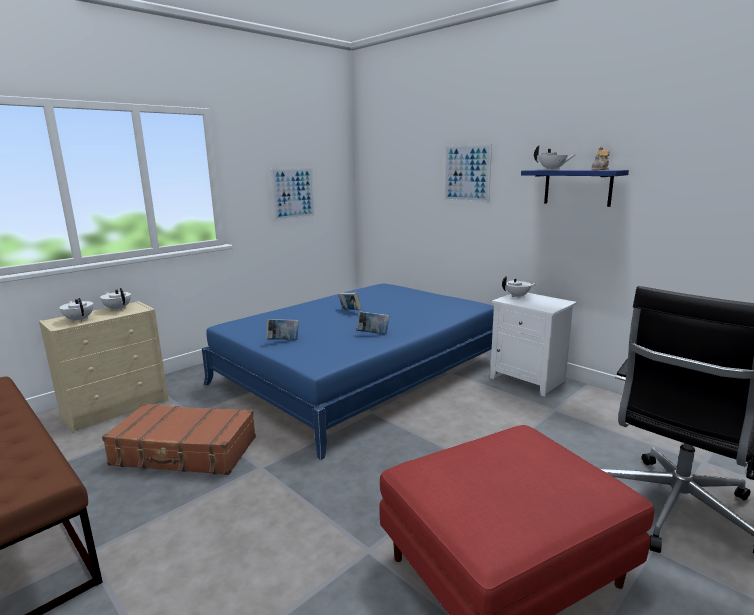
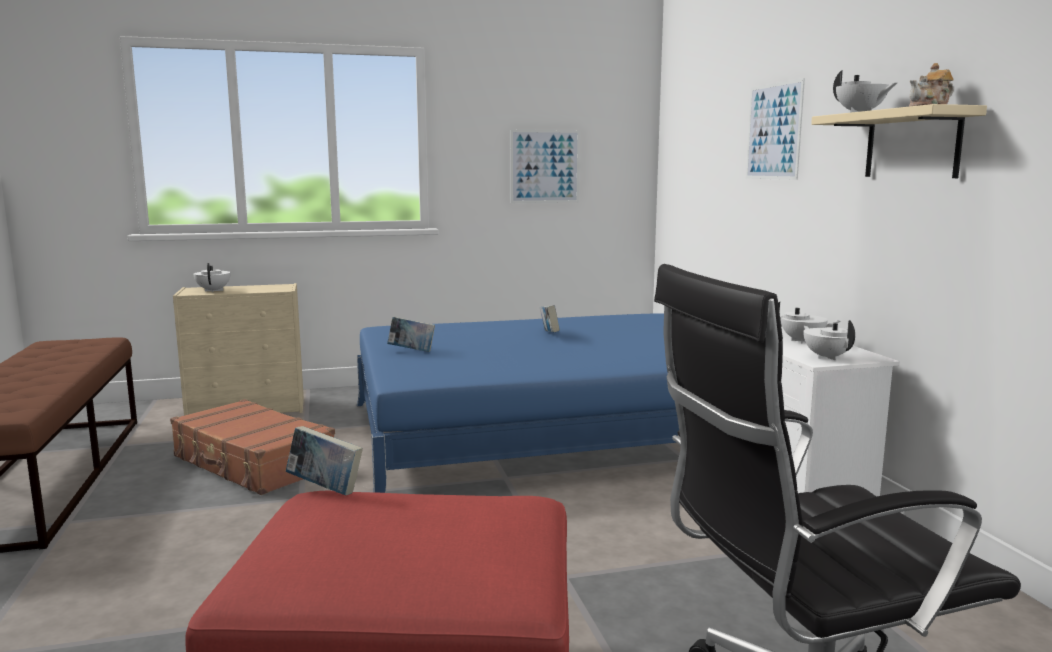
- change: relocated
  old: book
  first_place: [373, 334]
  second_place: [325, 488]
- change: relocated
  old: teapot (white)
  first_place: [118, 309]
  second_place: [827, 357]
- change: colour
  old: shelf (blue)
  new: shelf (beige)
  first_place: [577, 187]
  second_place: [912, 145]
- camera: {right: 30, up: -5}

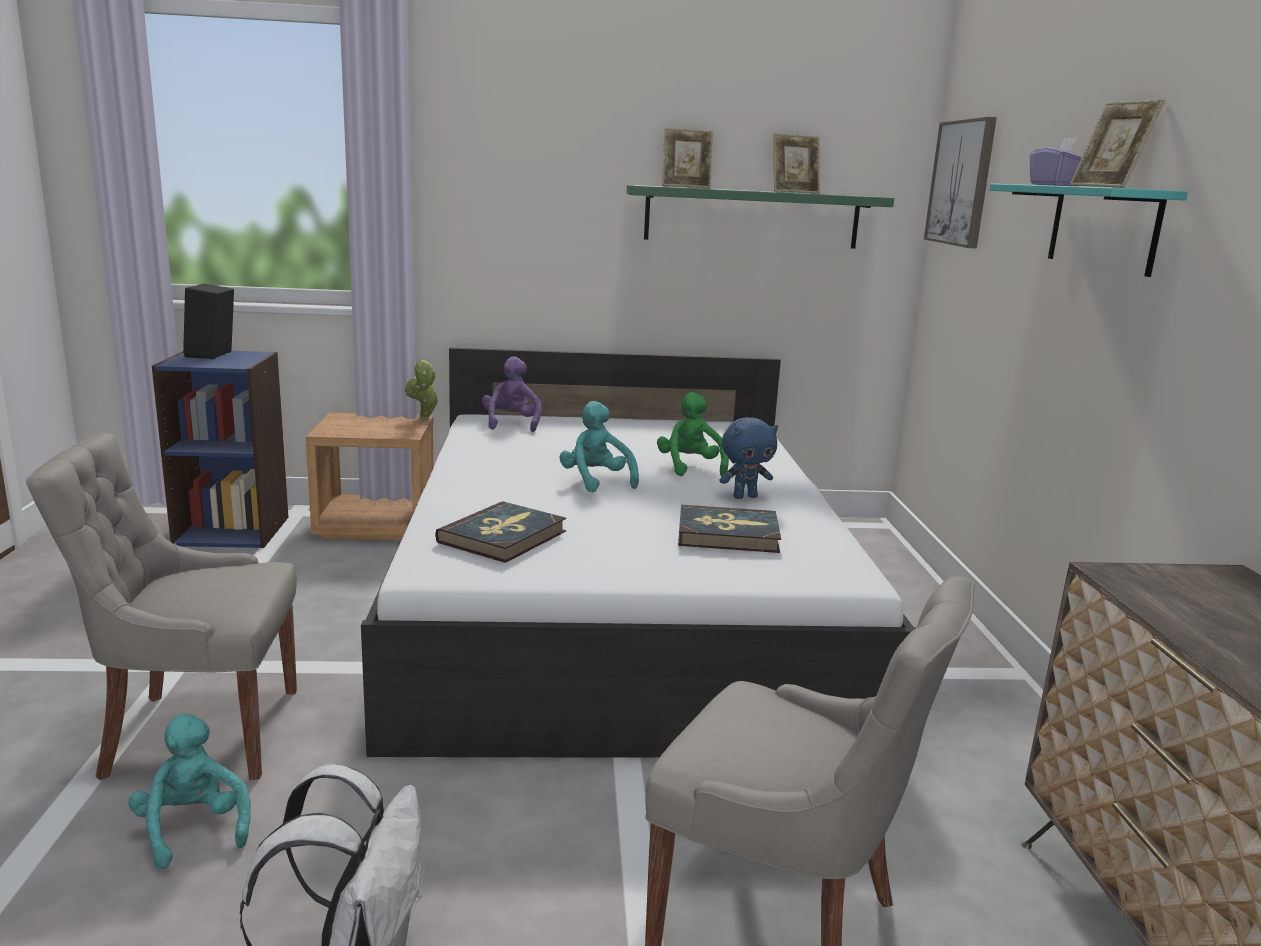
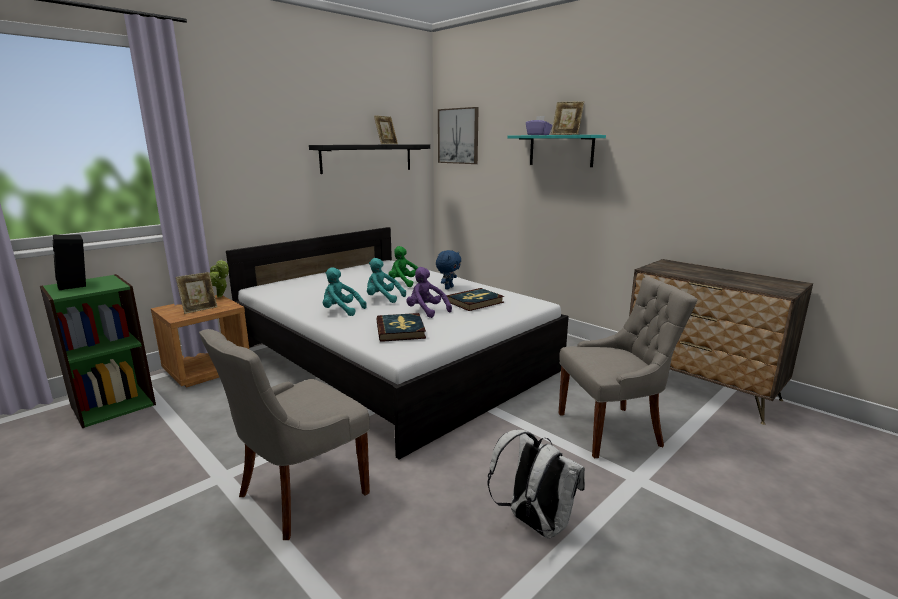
- change: colour
  old: bookcase (blue)
  new: bookcase (green)
  first_place: [233, 530]
  second_place: [113, 404]
- change: relocated
  old: picture frame
  first_place: [685, 187]
  second_place: [199, 309]
- change: colour
  old: shelf (green)
  new: shelf (black)
  first_place: [752, 217]
  second_place: [367, 158]
- change: relocated
  old: plush toy (turquoise)
  first_place: [193, 829]
  second_place: [341, 311]
- change: relocated
  old: plush toy (purple)
  first_place: [511, 424]
  second_place: [426, 311]
- camera: {right: -40, up: 0}

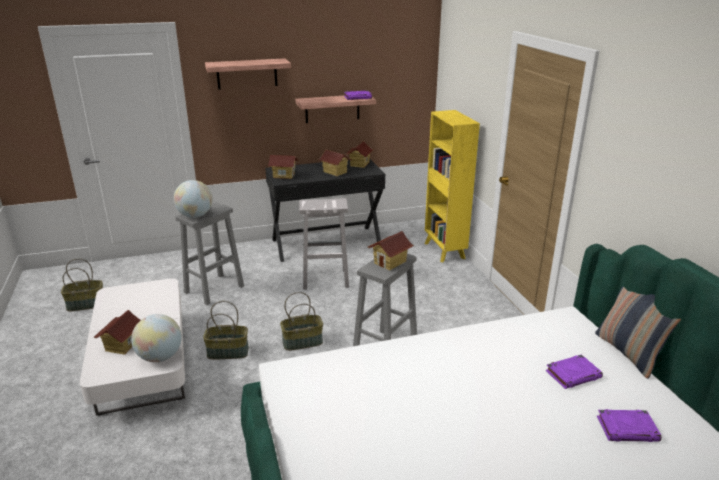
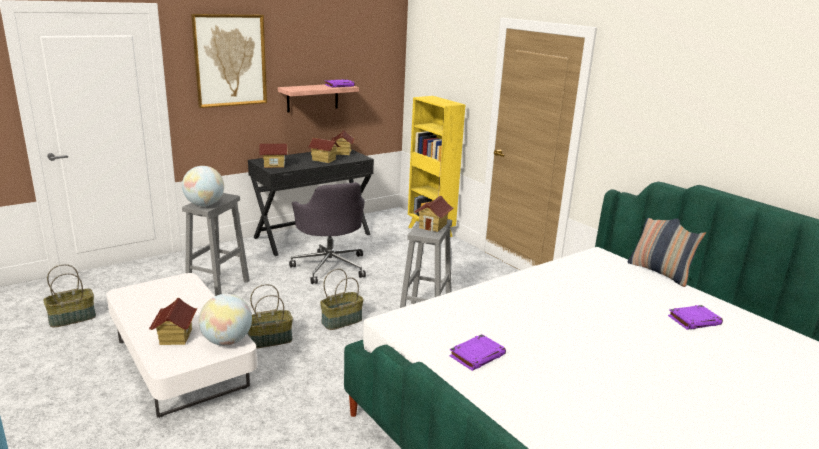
- change: exchanged
  old: shelf
  new: picture
  first_place: [247, 74]
  second_place: [230, 60]
- change: exchanged
  old: stool (white)
  new: office chair (grey)
  first_place: [324, 279]
  second_place: [330, 266]
- change: relocated
  old: book (purple)
  first_place: [573, 374]
  second_place: [477, 355]
- camera: {right: -20, up: -5}

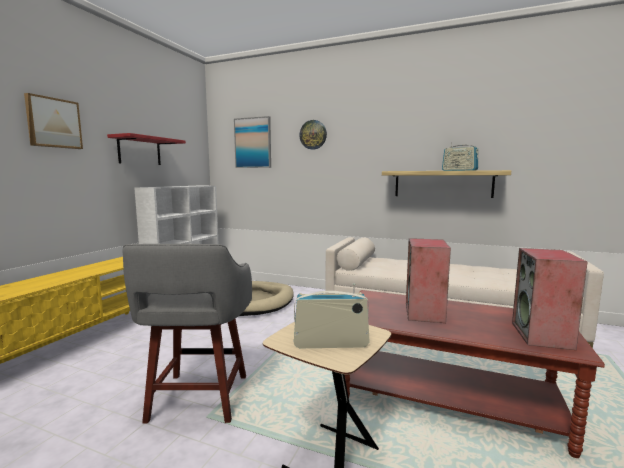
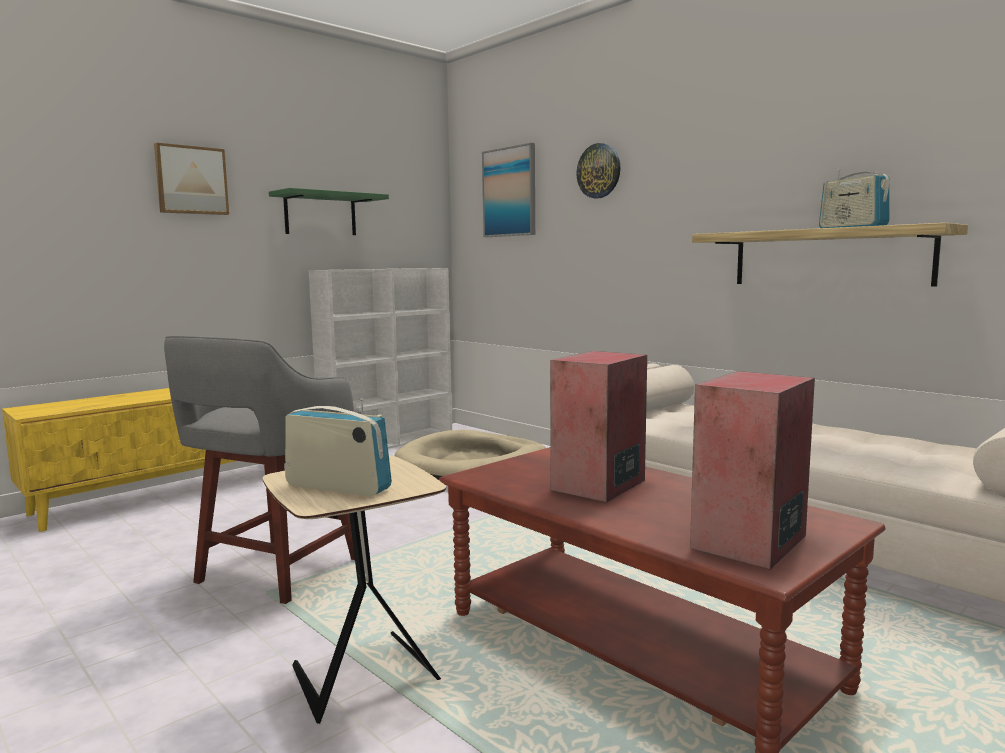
- change: colour
  old: shelf (red)
  new: shelf (green)
  first_place: [139, 151]
  second_place: [320, 214]
- camera: {right: 25, up: 0}

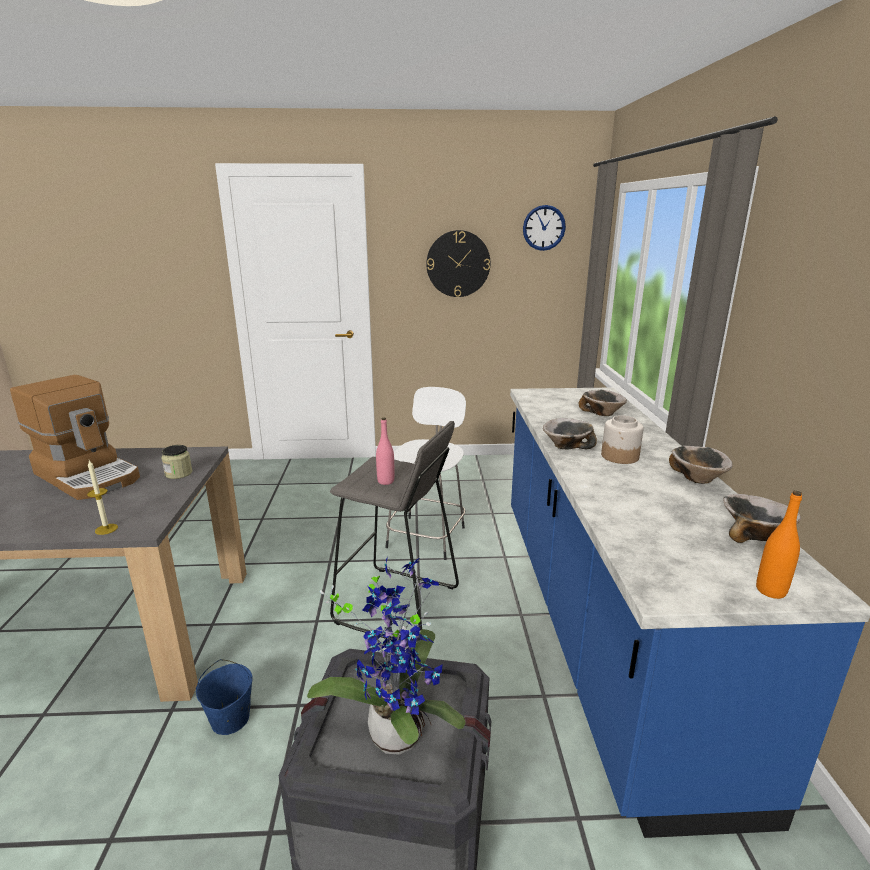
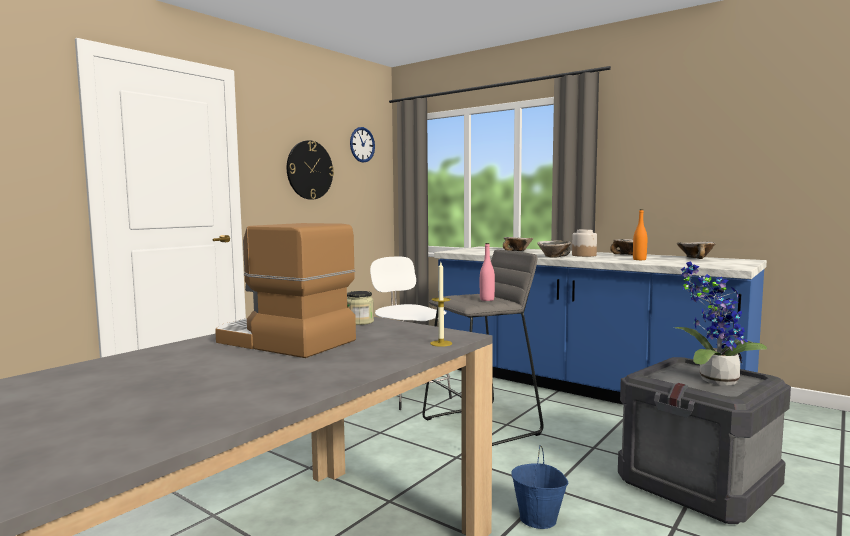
- change: spun
  old: coffee machine
  first_place: [89, 476]
  second_place: [282, 341]
  degrees: -135
- change: relocated
  old: bottle (orange)
  first_place: [770, 591]
  second_place: [639, 259]
- camera: {right: -50, up: -15}

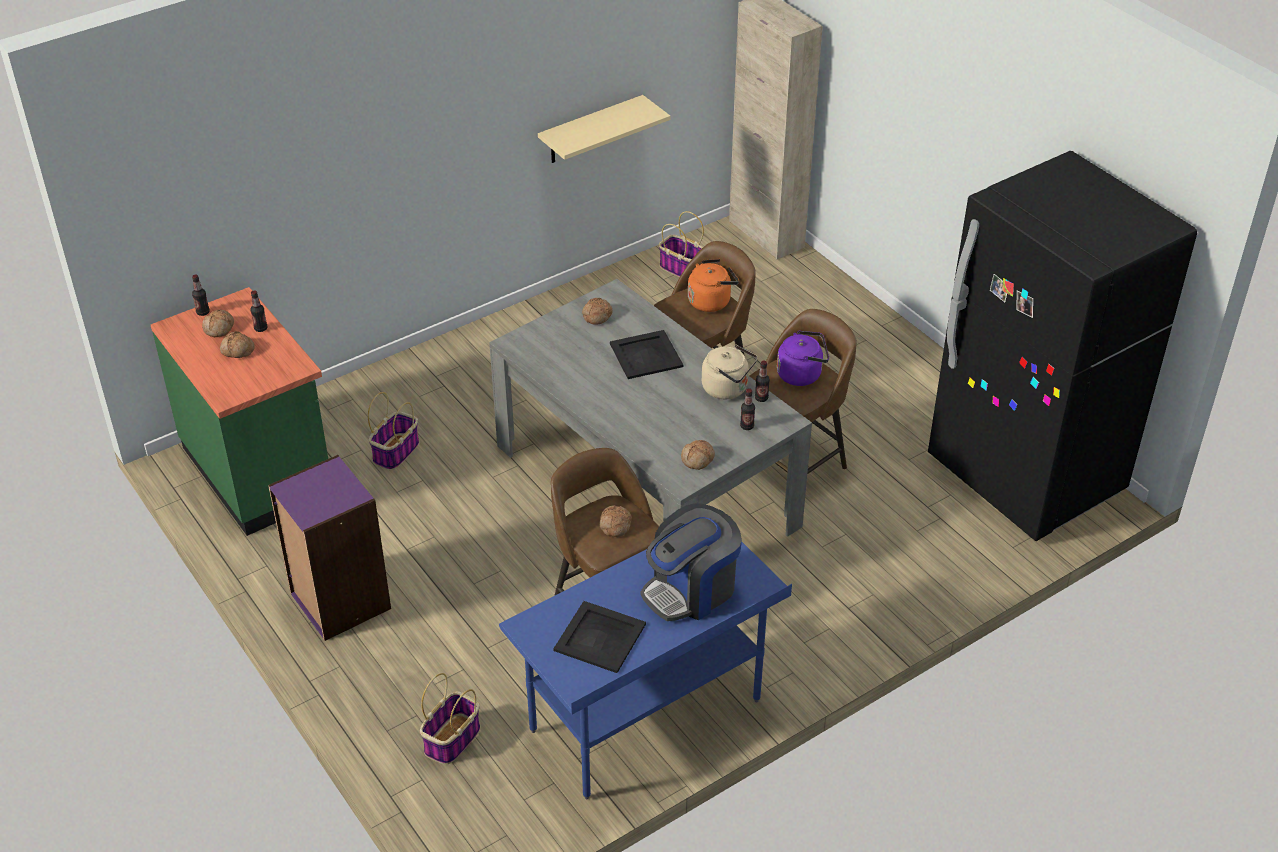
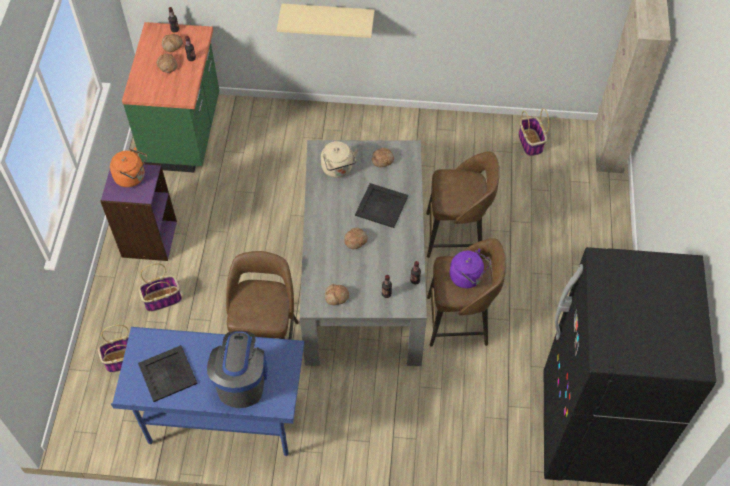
- change: relocated
  old: kettle (orange)
  first_place: [711, 301]
  second_place: [132, 177]
- change: relocated
  old: basket
  first_place: [396, 451]
  second_place: [163, 299]
- change: spun
  old: coffee machine
  first_place: [691, 590]
  second_place: [241, 380]
  degrees: 90
- change: relocated
  old: shelf (beige)
  first_place: [591, 130]
  second_place: [328, 17]
- change: relocated
  old: kettle (beige)
  first_place: [728, 389]
  second_place: [338, 169]
- change: relocated
  old: bread
  first_place: [614, 525]
  second_place: [355, 240]
- camera: {right: 40, up: 15}

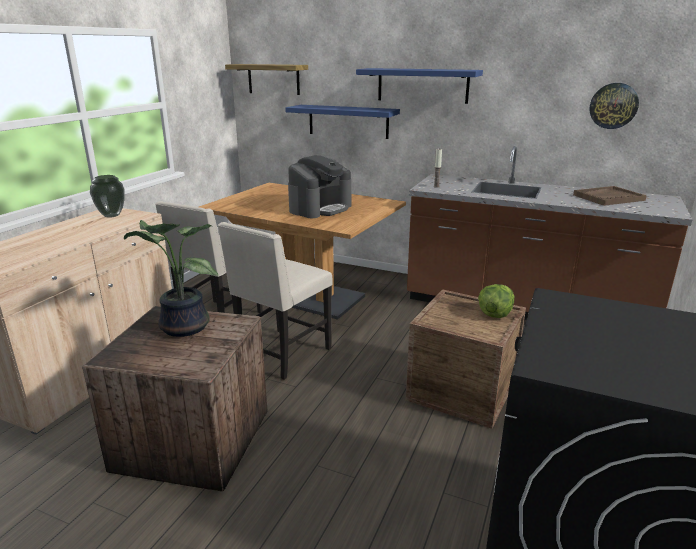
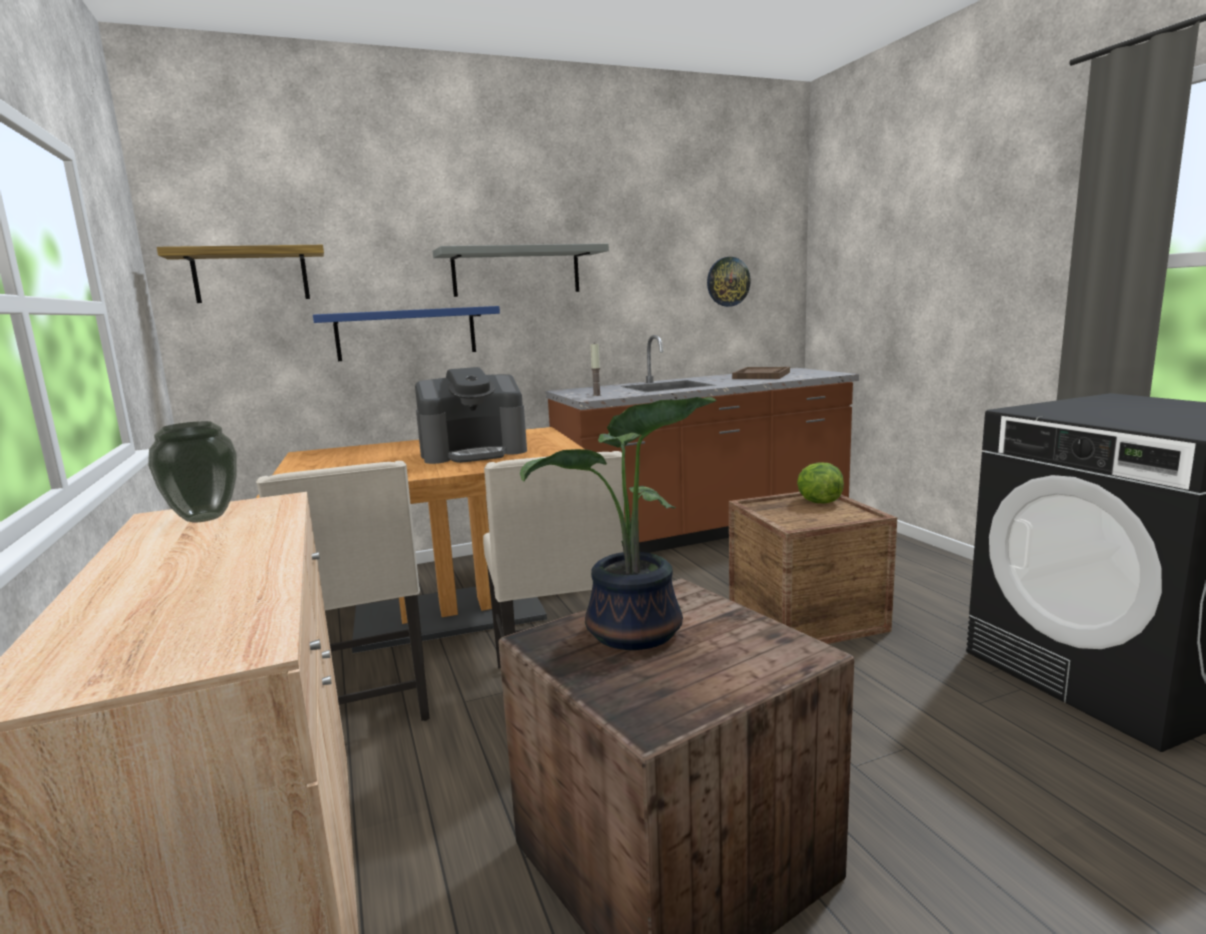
- change: spun
  old: coffee machine
  first_place: [320, 208]
  second_place: [474, 452]
  degrees: 75
- change: colour
  old: shelf (blue)
  new: shelf (grey)
  first_place: [422, 85]
  second_place: [516, 271]
- camera: {right: -45, up: -10}

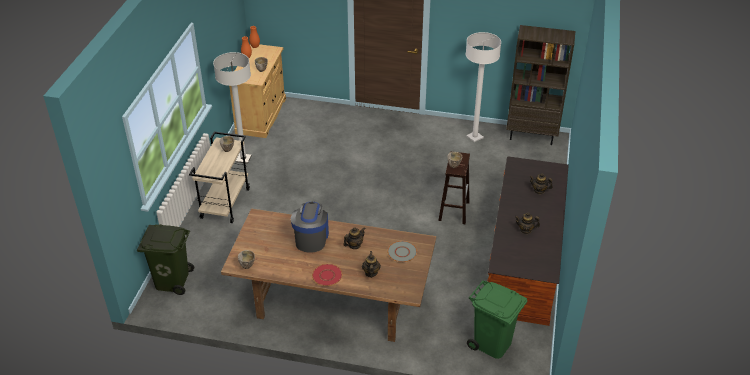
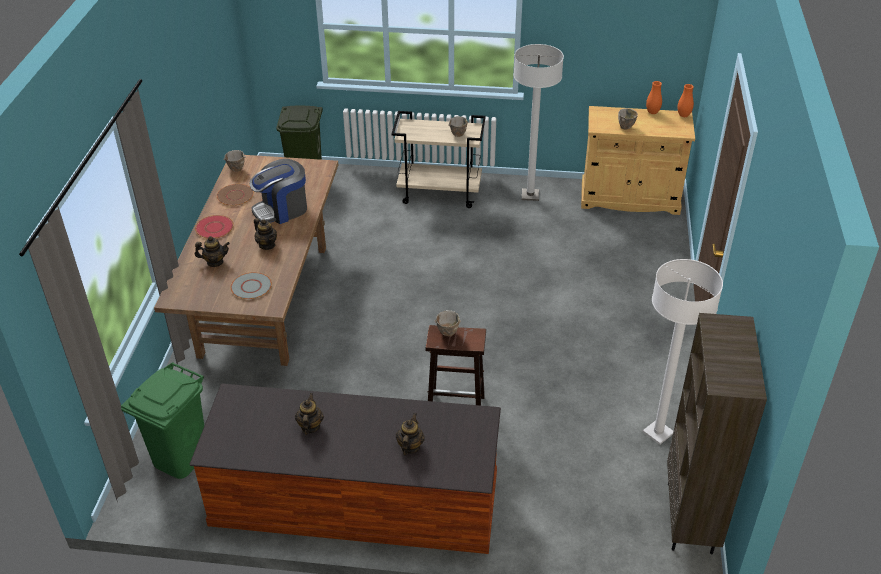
- change: appeared
  new: plate (brown)
  second_place: [235, 195]
- change: spun
  old: coffee machine
  first_place: [311, 238]
  second_place: [282, 210]
  degrees: 150
- camera: {right: 85, up: 0}

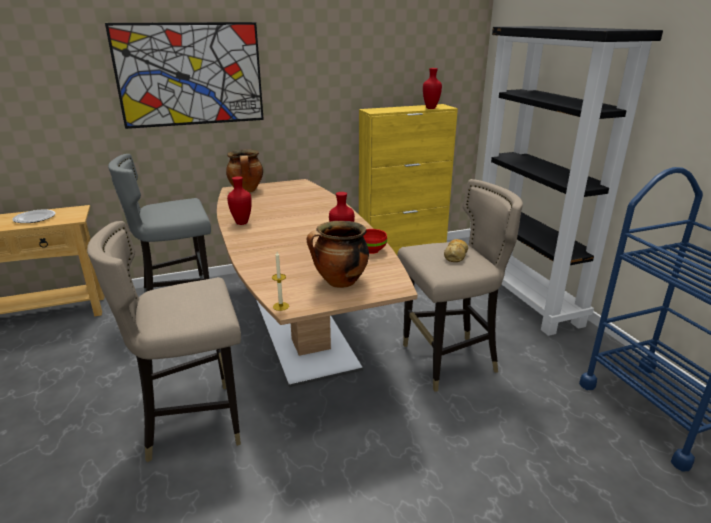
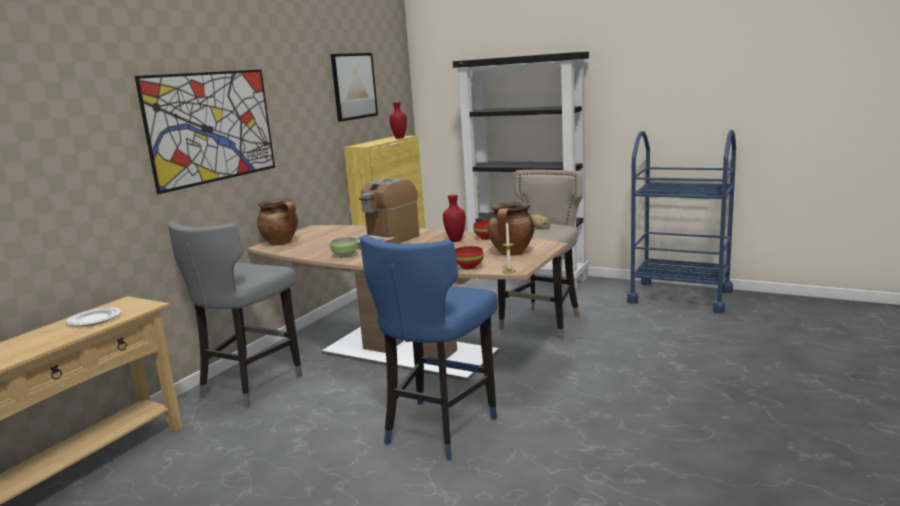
- change: exchanged
  old: vase (red)
  new: bowl (green)
  first_place: [242, 223]
  second_place: [344, 256]
- change: appeared
  new: picture
  second_place: [354, 86]
- change: appeared
  new: coffee machine
  second_place: [386, 241]
- change: colour
  old: stool (beige)
  new: stool (blue)
  first_place: [194, 422]
  second_place: [438, 428]
- change: appeared
  new: bowl (red)
  second_place: [469, 267]
- camera: {right: -40, up: -10}

